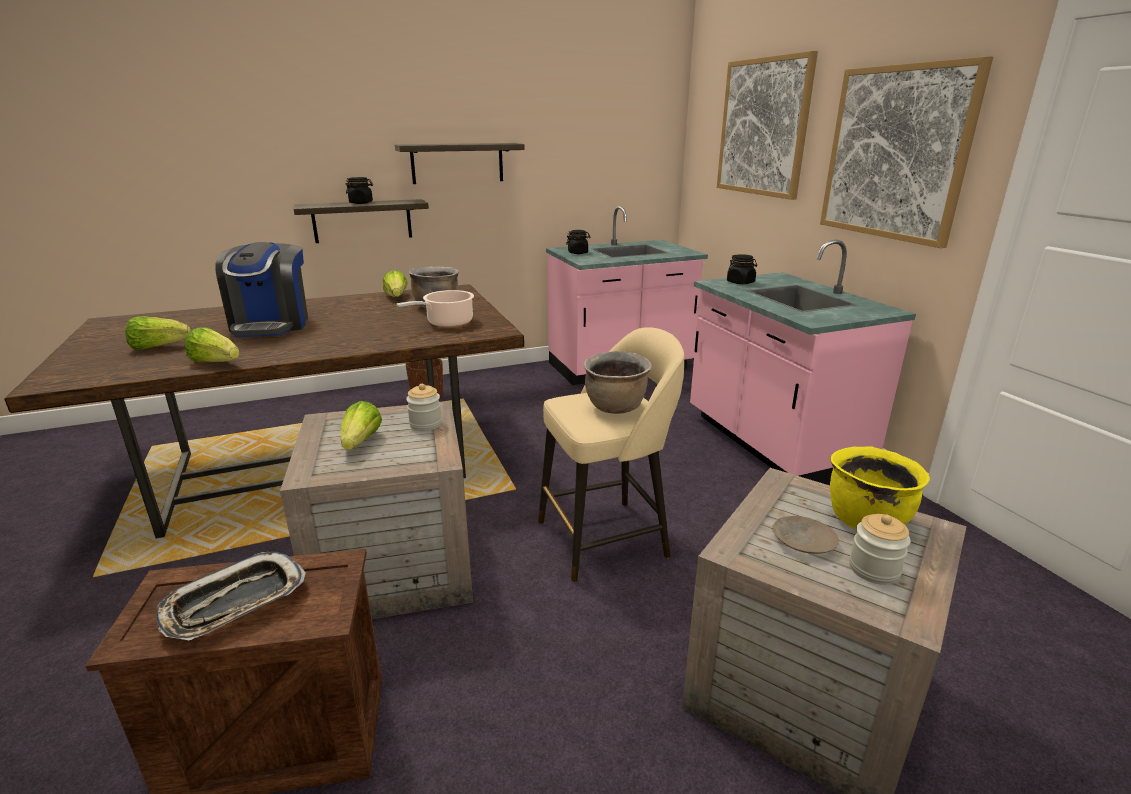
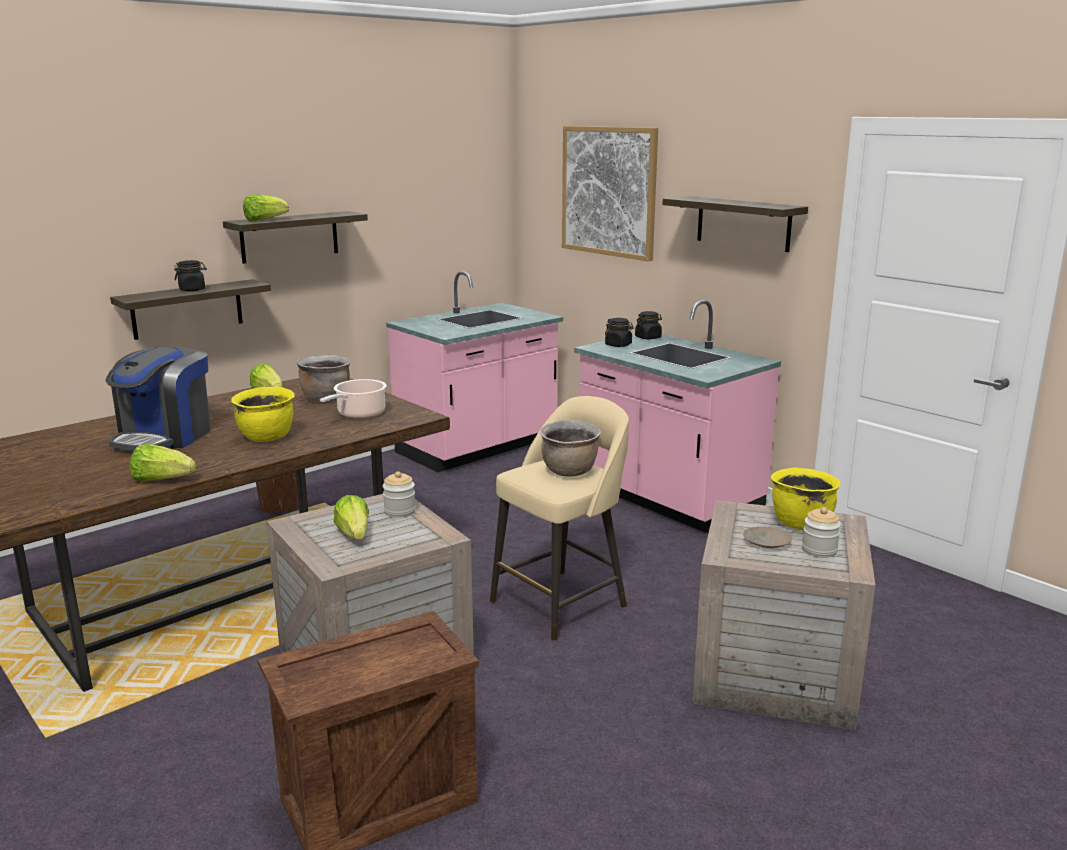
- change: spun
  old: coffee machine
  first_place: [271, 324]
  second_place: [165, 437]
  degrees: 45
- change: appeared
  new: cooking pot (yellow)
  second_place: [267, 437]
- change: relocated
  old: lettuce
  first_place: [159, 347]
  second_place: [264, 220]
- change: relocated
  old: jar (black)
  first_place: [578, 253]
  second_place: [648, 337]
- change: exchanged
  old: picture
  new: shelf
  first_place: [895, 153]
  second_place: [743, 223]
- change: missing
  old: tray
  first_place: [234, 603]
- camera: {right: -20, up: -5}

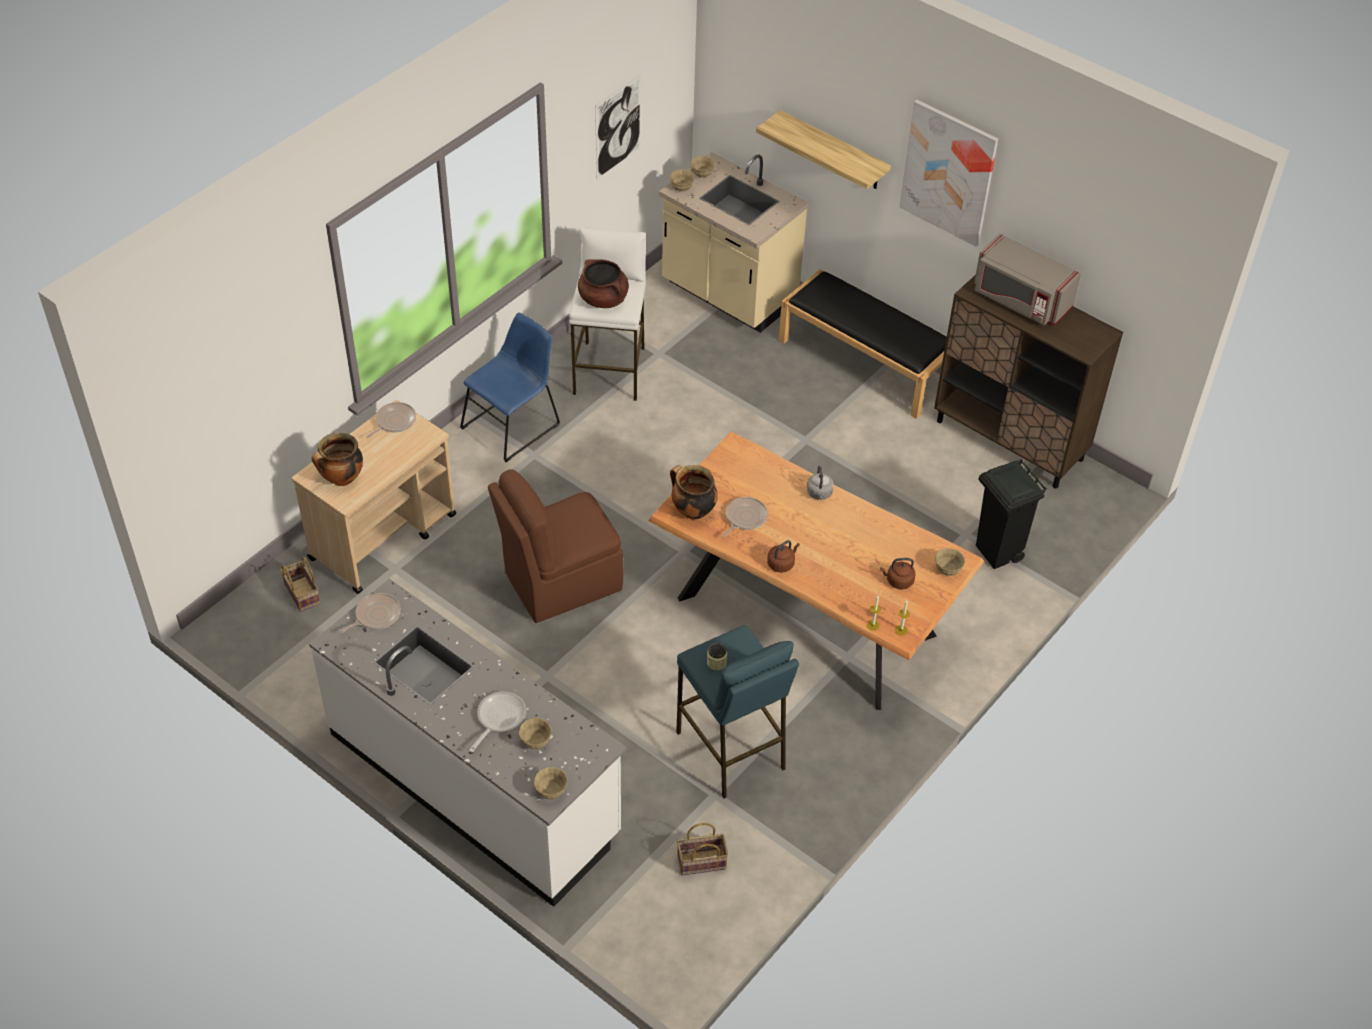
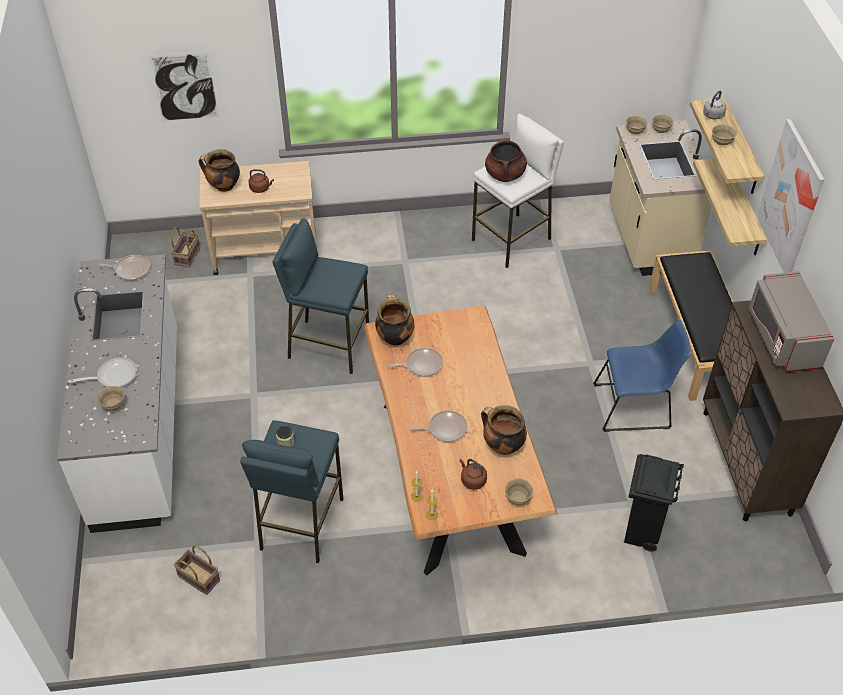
- change: relocated
  old: picture
  first_place: [618, 127]
  second_place: [184, 87]
- change: relocated
  old: kettle (brown)
  first_place: [782, 563]
  second_place: [261, 188]
- change: exchanged
  old: chair (brown)
  new: stool (blue)
  first_place: [560, 582]
  second_place: [328, 345]
- change: relocated
  old: frying pan
  first_place: [394, 421]
  second_place: [445, 429]
- change: appeared
  new: cooking pot
  second_place: [502, 446]
- change: relocated
  old: chair (blue)
  first_place: [513, 424]
  second_place: [635, 406]
- change: appeared
  new: shelf
  second_place: [743, 209]
- change: relocated
  old: kettle (grey)
  first_place: [819, 493]
  second_place: [712, 116]
- change: relocated
  old: bowl (beige)
  first_place: [551, 791]
  second_place: [721, 142]
- camera: {right: 45, up: 0}

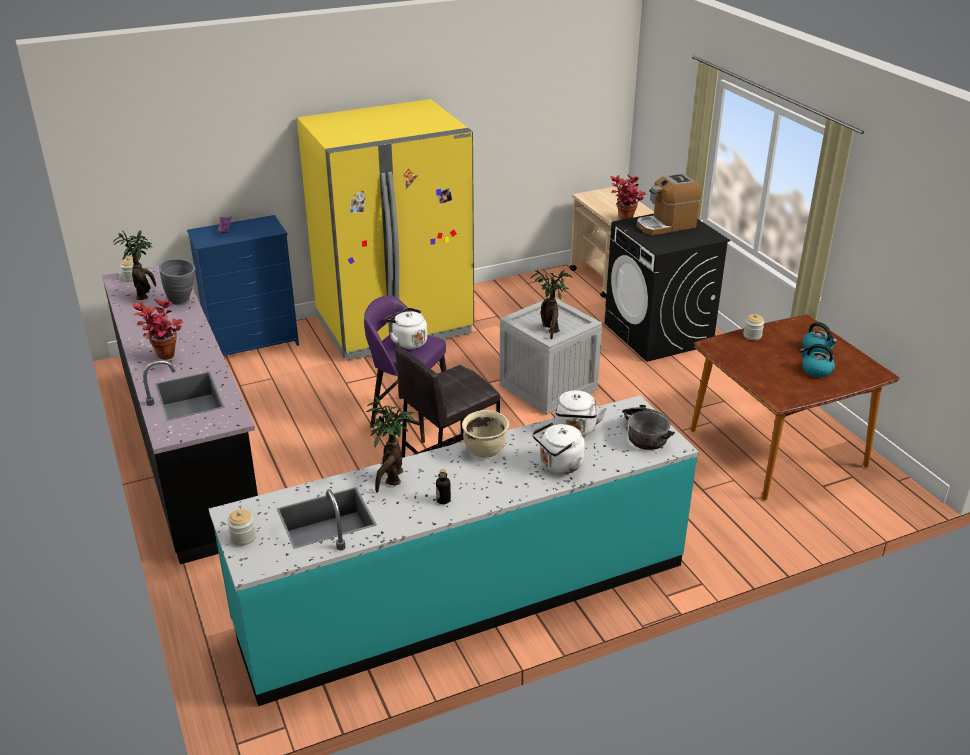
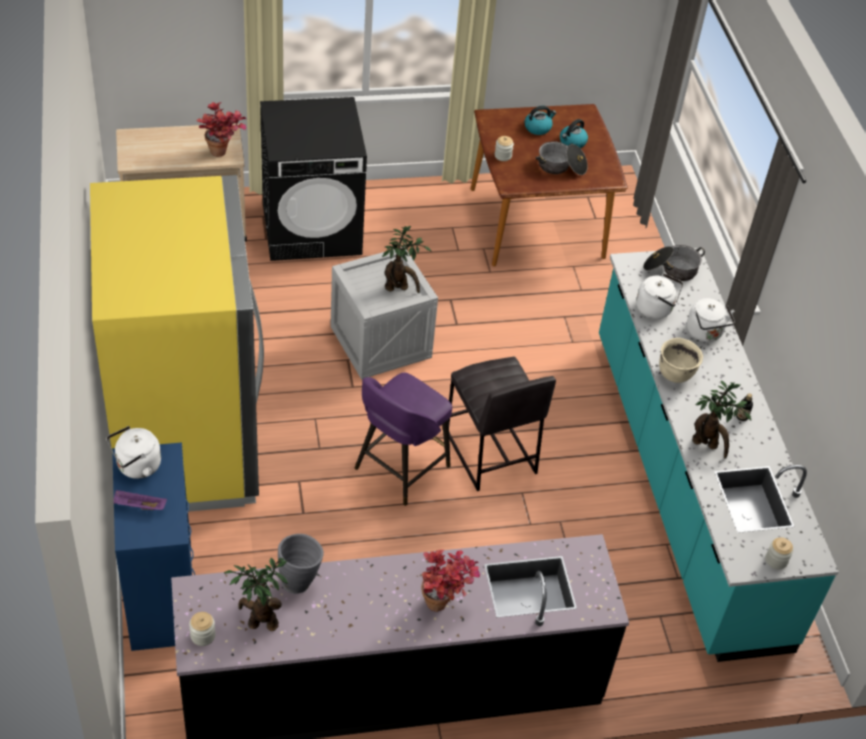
- change: relocated
  old: kettle (white)
  first_place: [408, 342]
  second_place: [136, 467]
- change: appeared
  new: cooking pot
  second_place: [561, 167]
- change: missing
  old: coffee machine
  first_place: [666, 225]
- camera: {right: -80, up: 15}

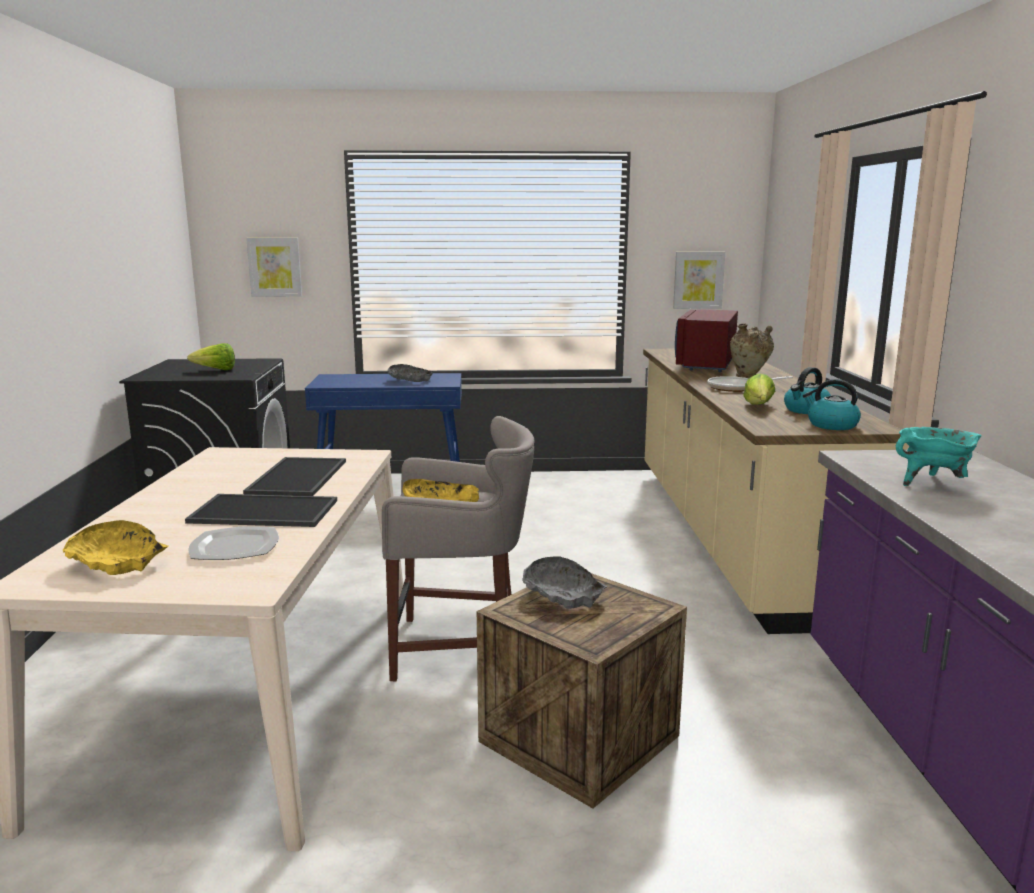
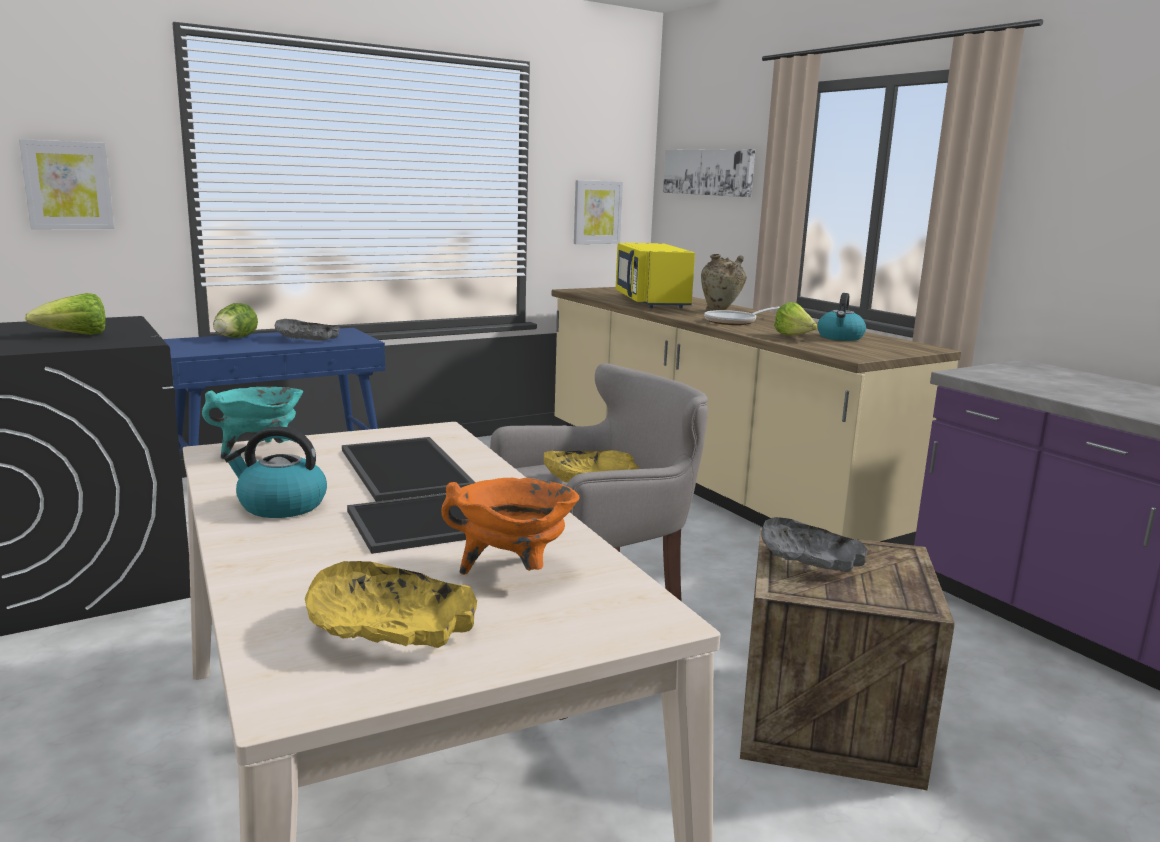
- change: relocated
  old: cooking pot (turquoise)
  first_place: [932, 483]
  second_place: [260, 452]
- change: appeared
  new: lettuce
  second_place: [235, 338]
- change: relocated
  old: kettle
  first_place: [831, 425]
  second_place: [281, 506]
- change: exchanged
  old: plate
  new: cooking pot (orange)
  first_place: [234, 548]
  second_place: [514, 572]
- change: colour
  old: microwave (red)
  new: microwave (yellow)
  first_place: [705, 364]
  second_place: [650, 301]
- change: appeared
  new: picture
  second_place: [708, 172]
- camera: {right: -30, up: 0}

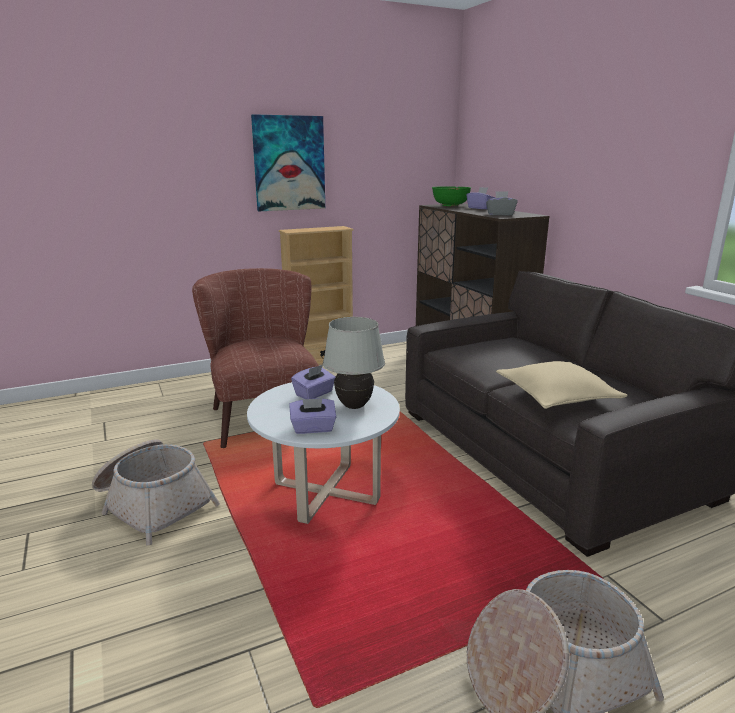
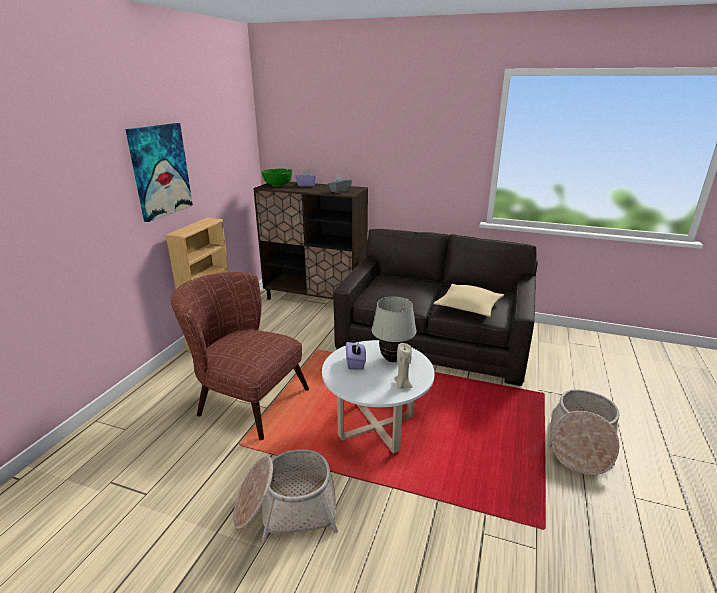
- change: exchanged
  old: tissue box (purple)
  new: candle (beige)
  first_place: [313, 428]
  second_place: [402, 385]
- camera: {right: -45, up: 5}

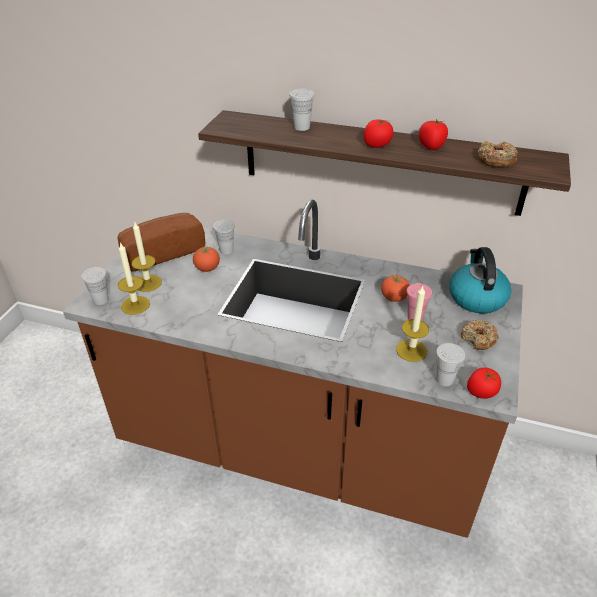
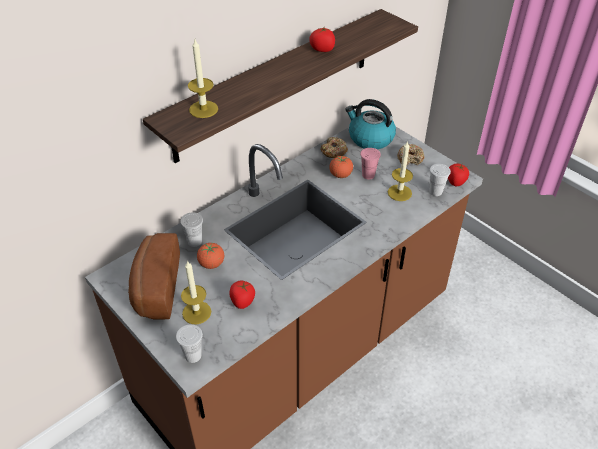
- change: relocated
  old: candle
  first_place: [135, 305]
  second_place: [203, 109]
- change: relocated
  old: tomato
  first_place: [377, 145]
  second_place: [242, 301]
- change: relocated
  old: donut
  first_place: [496, 160]
  second_place: [334, 151]
- change: missing
  old: cup (white)
  first_place: [301, 127]
- camera: {right: -60, up: 5}

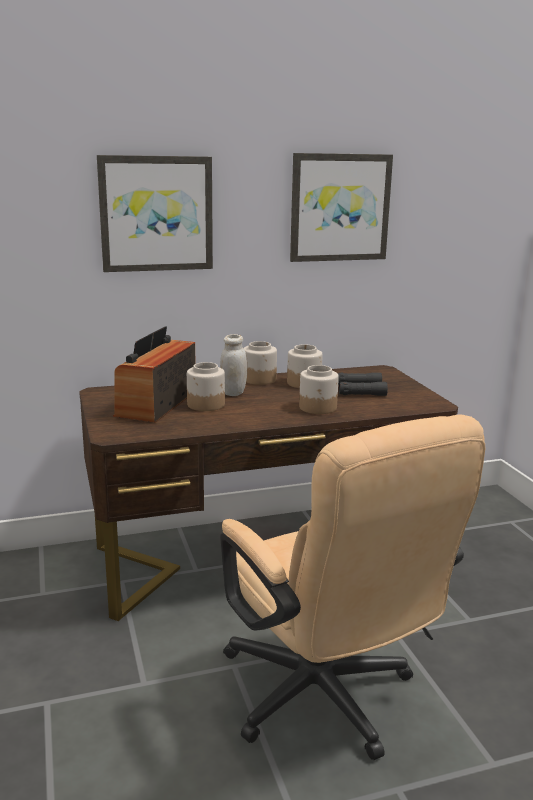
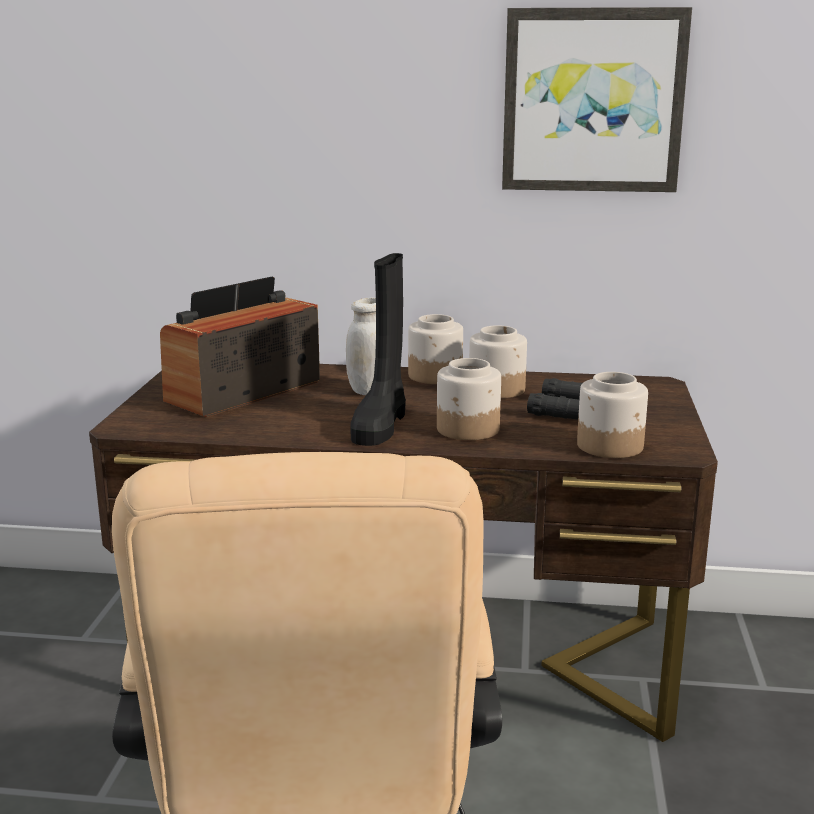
- change: appeared
  new: boot (black)
  second_place: [380, 425]
- change: relocated
  old: jar
  first_place: [206, 405]
  second_place: [611, 446]
- change: missing
  old: picture
  first_place: [156, 214]
- camera: {right: 25, up: 0}

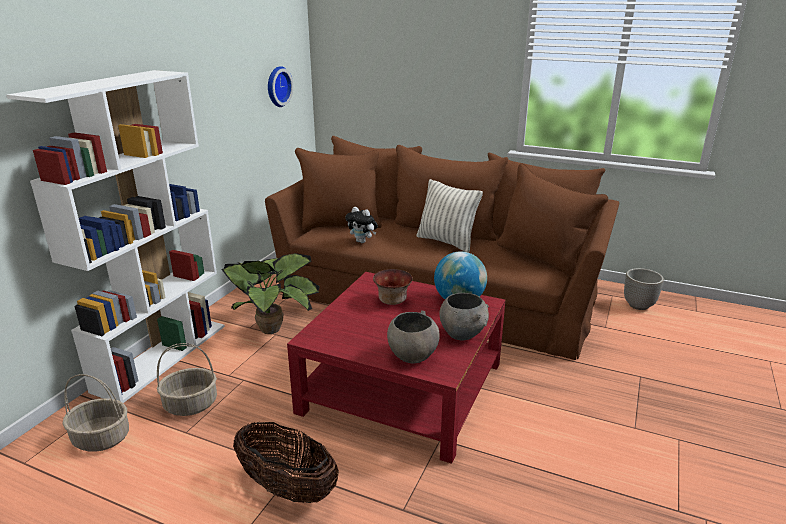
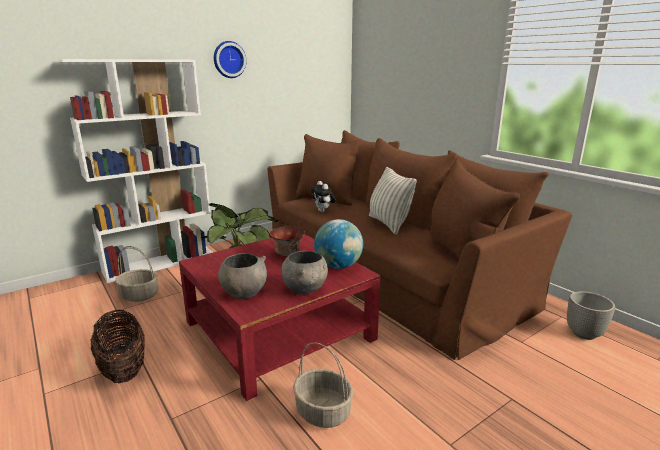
- change: relocated
  old: wall clock
  first_place: [277, 86]
  second_place: [228, 59]
- change: relocated
  old: basket
  first_place: [100, 438]
  second_place: [322, 412]
- camera: {right: 30, up: -5}

